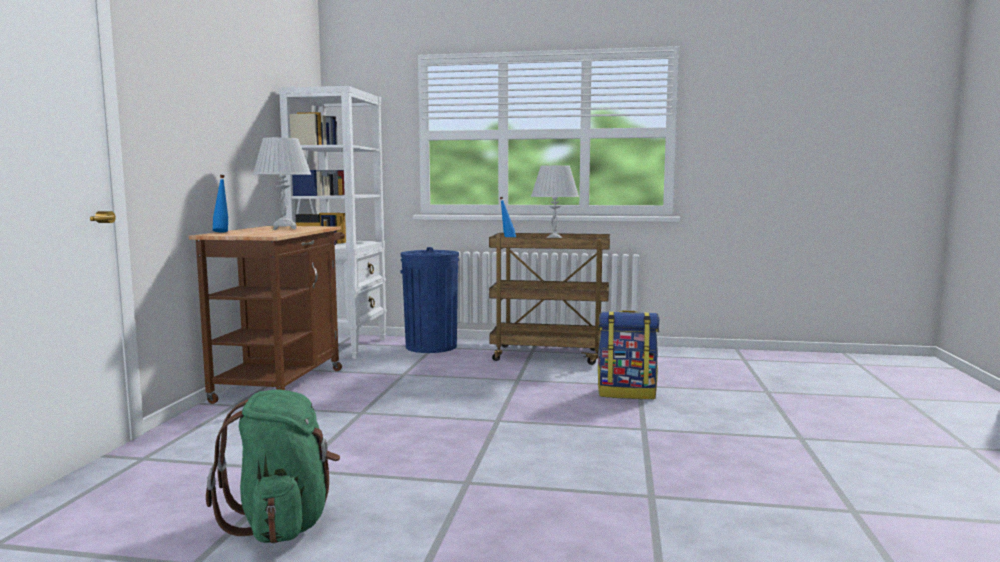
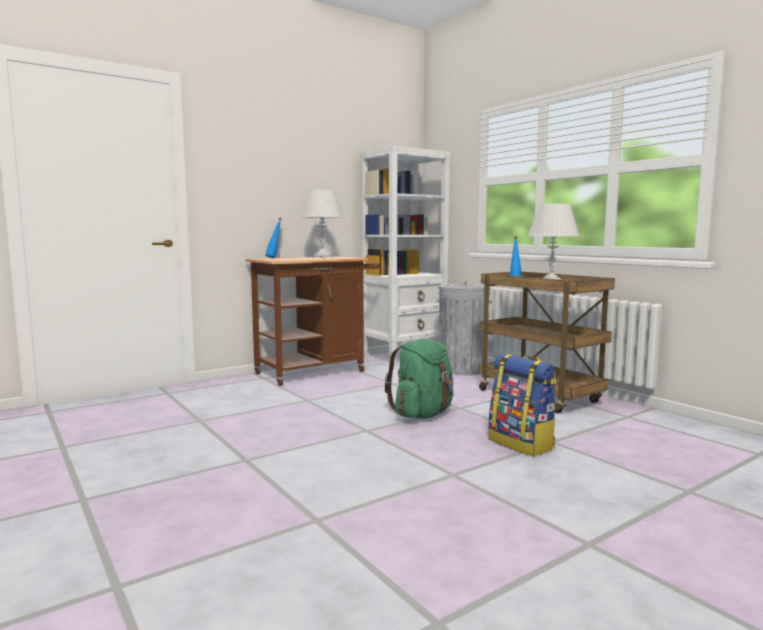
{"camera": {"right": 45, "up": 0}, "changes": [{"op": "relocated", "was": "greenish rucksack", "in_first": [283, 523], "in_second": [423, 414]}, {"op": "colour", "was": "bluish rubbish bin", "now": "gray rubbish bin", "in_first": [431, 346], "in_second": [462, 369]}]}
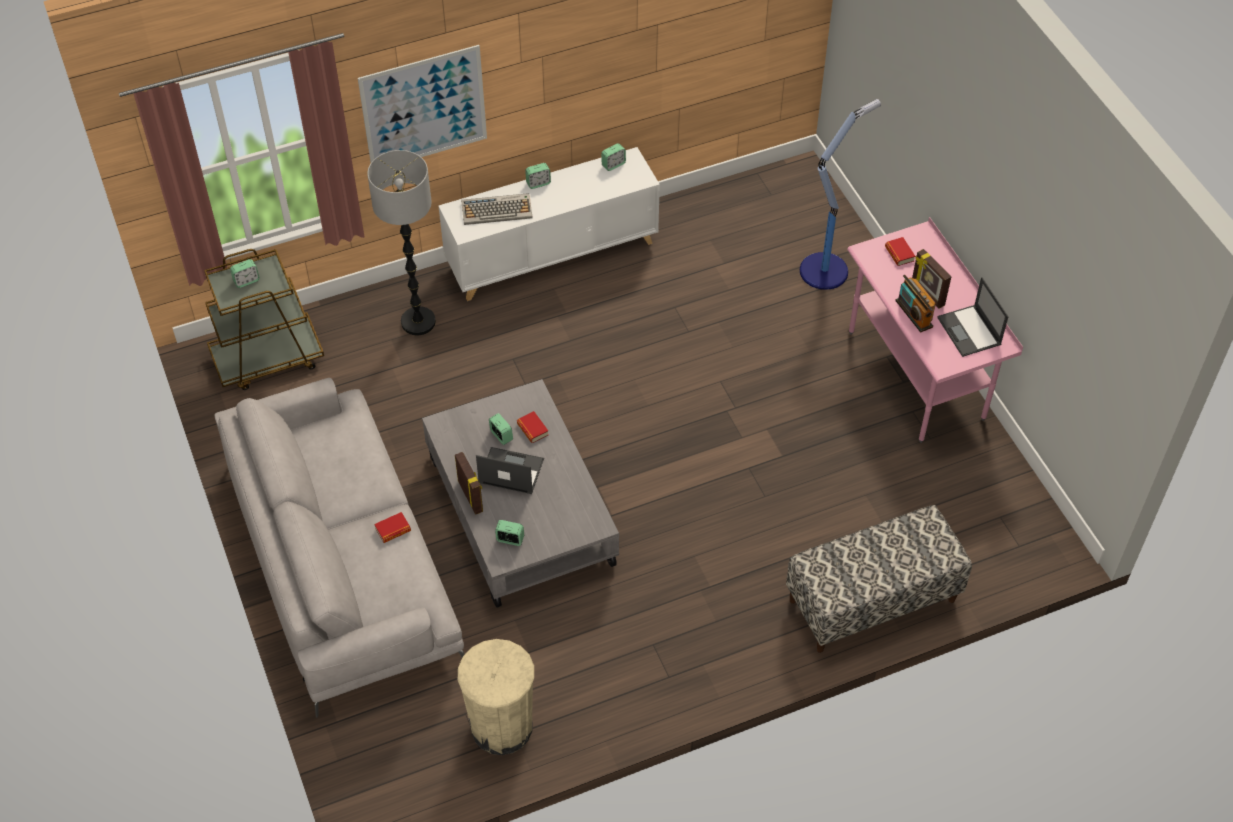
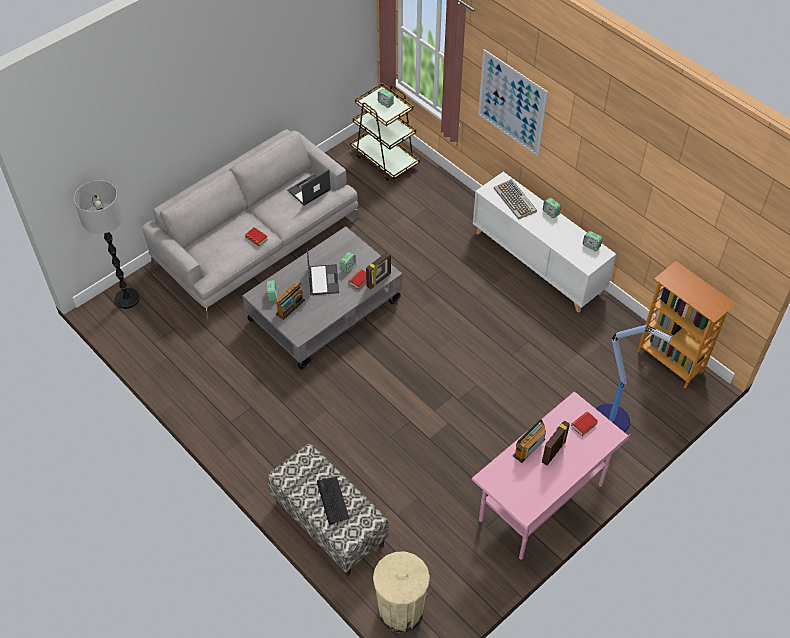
{"camera": {"right": 70, "up": 0}, "changes": [{"op": "relocated", "was": "standard lamp", "in_first": [418, 322], "in_second": [127, 299]}, {"op": "relocated", "was": "picture frame", "in_first": [471, 496], "in_second": [379, 280]}, {"op": "relocated", "was": "beige-coloured rubbish bin", "in_first": [502, 727], "in_second": [400, 611]}, {"op": "relocated", "was": "portable computer", "in_first": [969, 331], "in_second": [308, 190]}, {"op": "appeared", "now": "radio receiver", "in_second": [290, 307]}, {"op": "appeared", "now": "PC keyboard", "in_second": [332, 500]}, {"op": "appeared", "now": "shelving unit", "in_second": [671, 361]}]}
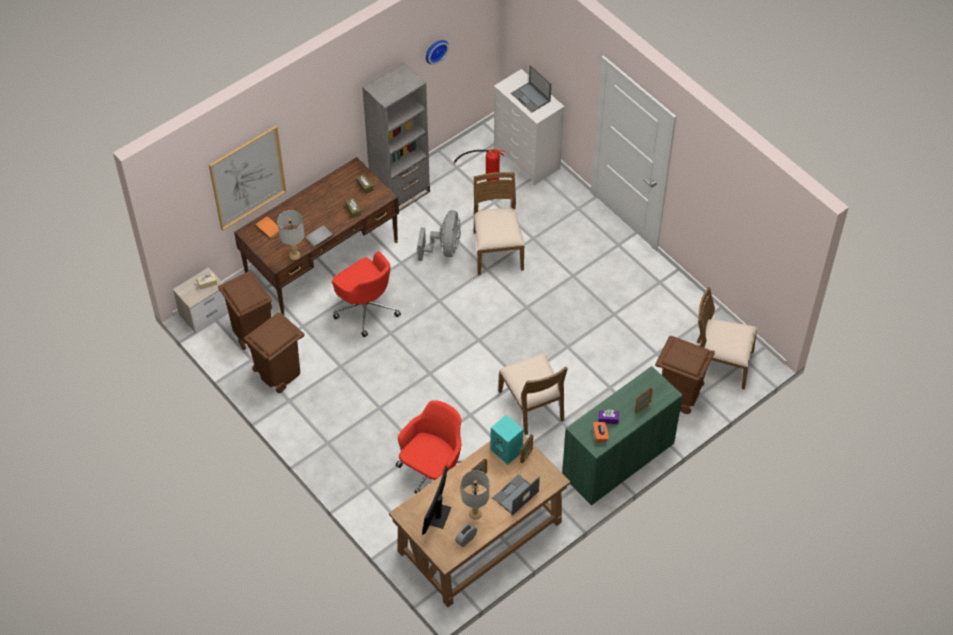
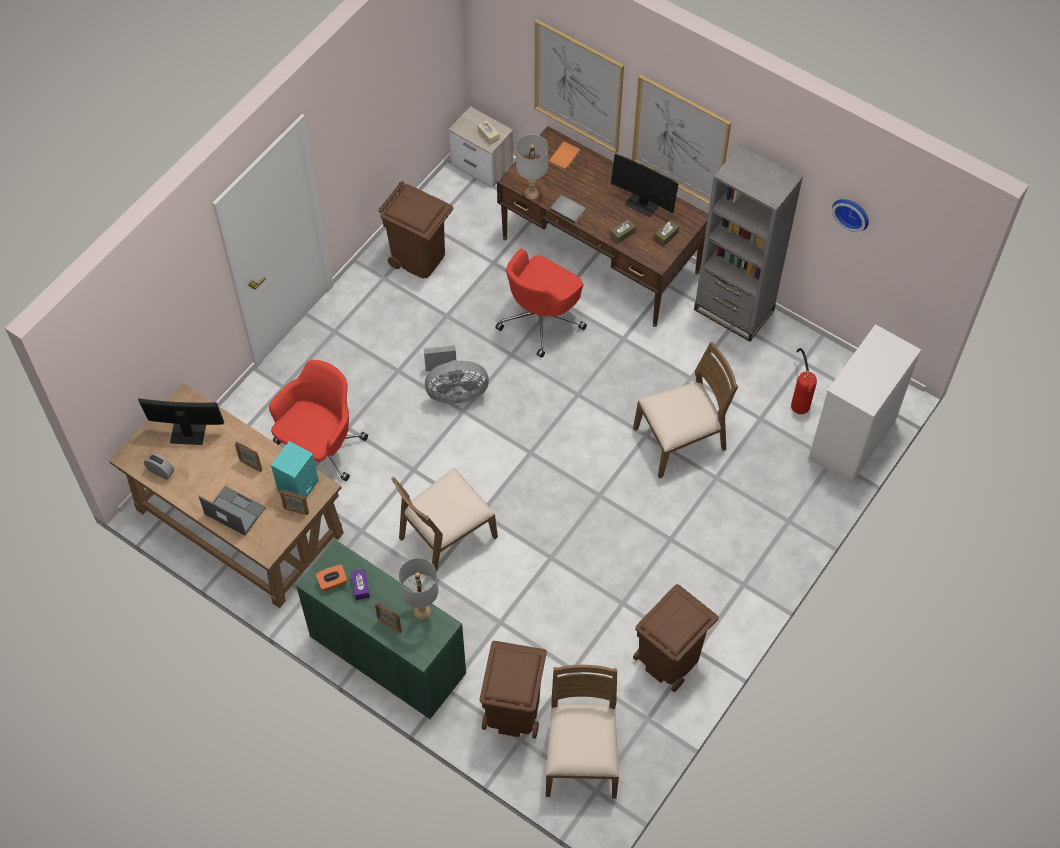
{"camera": {"right": 75, "up": 5}, "changes": [{"op": "relocated", "was": "brown-coloured rubbish bin", "in_first": [252, 331], "in_second": [668, 659]}, {"op": "spun", "was": "reddish office chair", "in_first": [433, 472], "in_second": [320, 449], "clockwise": -75}, {"op": "relocated", "was": "gray fan", "in_first": [444, 248], "in_second": [454, 392]}, {"op": "relocated", "was": "gray table lamp", "in_first": [475, 514], "in_second": [422, 611]}, {"op": "missing", "was": "portable computer", "in_first": [531, 97]}, {"op": "appeared", "now": "monitor", "in_second": [643, 203]}, {"op": "appeared", "now": "wall art", "in_second": [680, 141]}]}
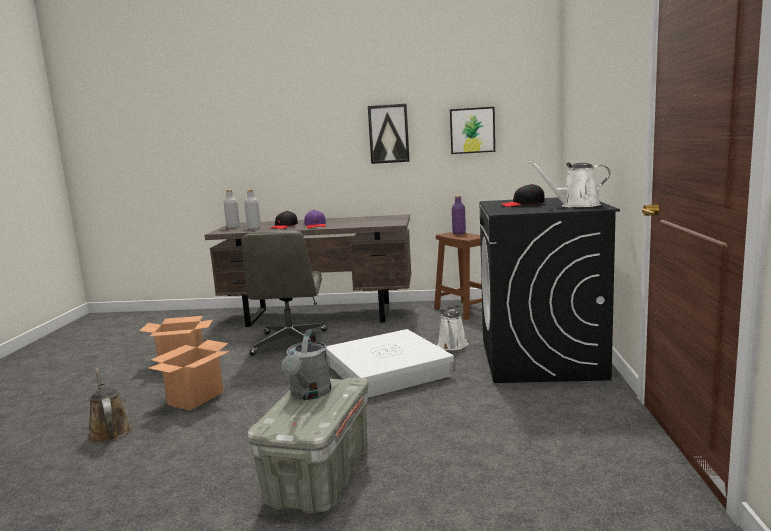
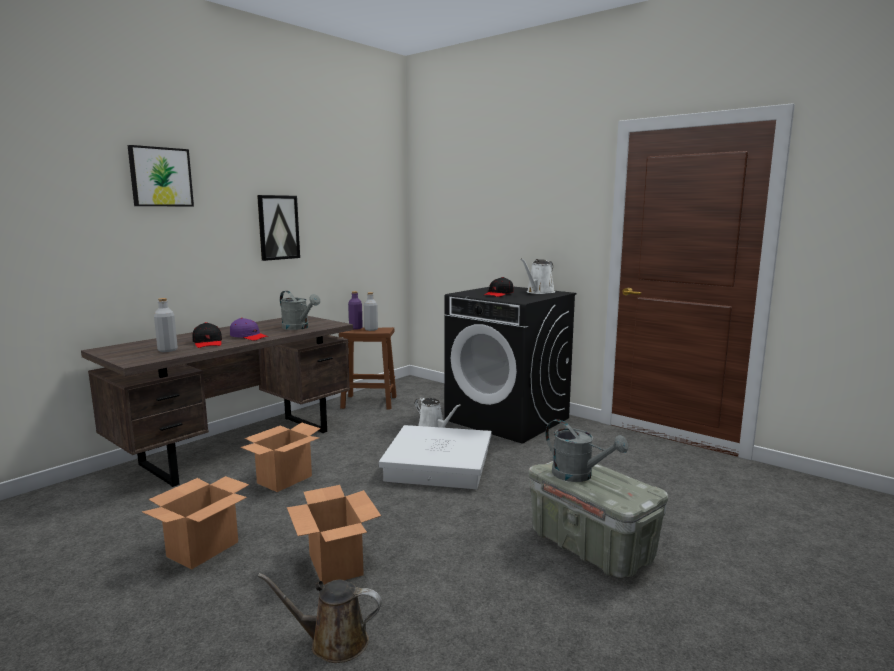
{"camera": {"right": -55, "up": 0}, "changes": [{"op": "relocated", "was": "gray drink bottle", "in_first": [233, 227], "in_second": [371, 329]}, {"op": "exchanged", "was": "gray office chair", "now": "cardboard box", "in_first": [290, 343], "in_second": [284, 480]}, {"op": "relocated", "was": "wall art", "in_first": [472, 130], "in_second": [160, 177]}, {"op": "appeared", "now": "gray watering pot", "in_second": [299, 328]}]}
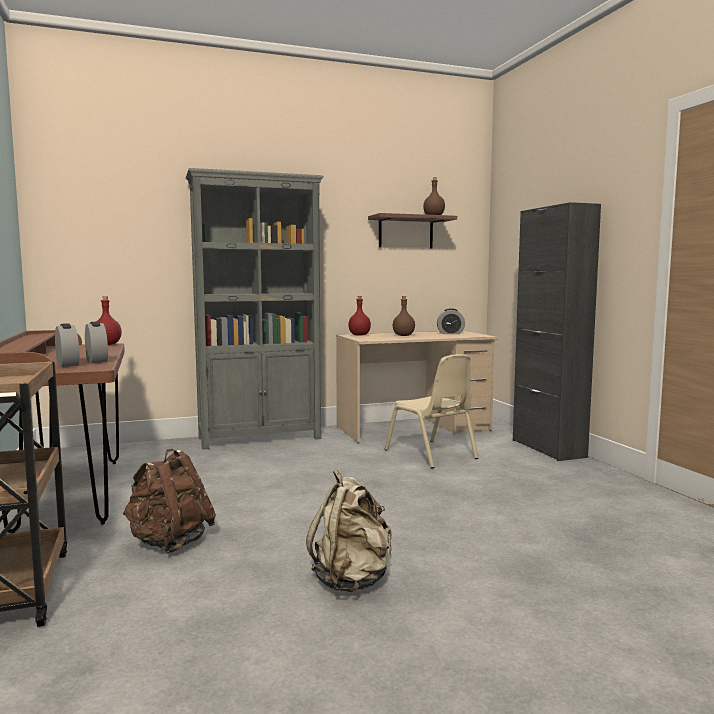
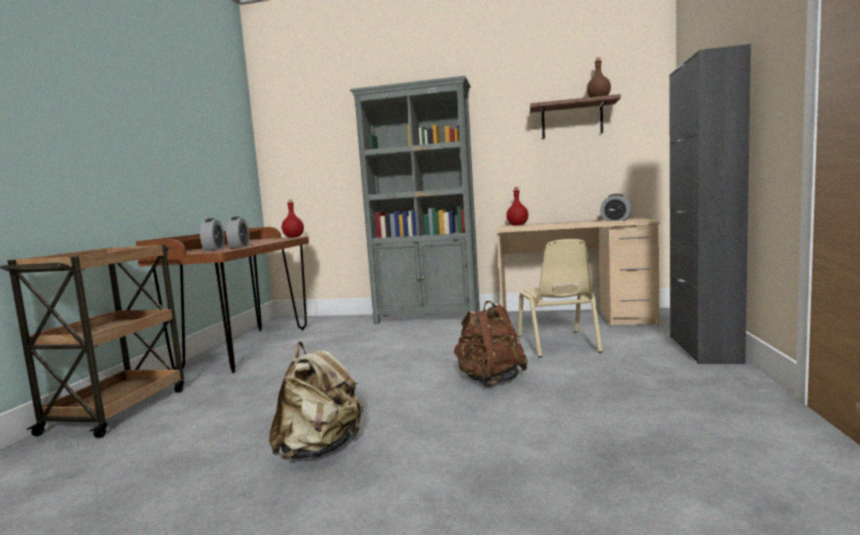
{"camera": {"right": 30, "up": 0}, "changes": [{"op": "relocated", "was": "brown-coloured rucksack", "in_first": [169, 543], "in_second": [489, 380]}, {"op": "missing", "was": "brown-coloured drink bottle", "in_first": [403, 335]}]}
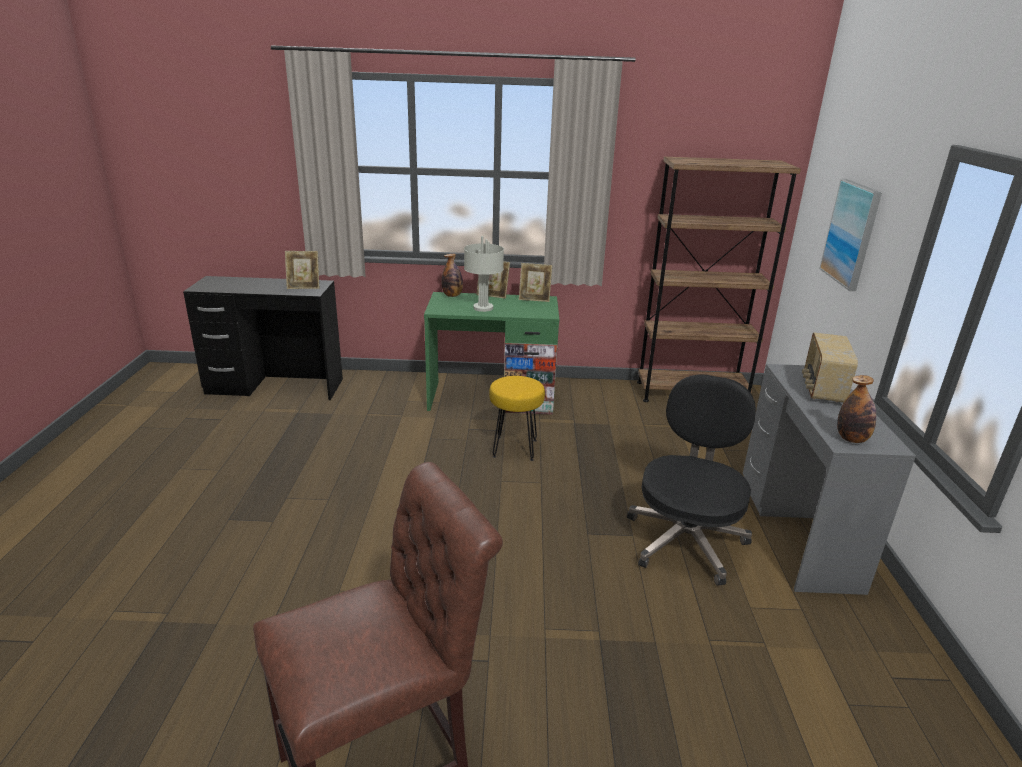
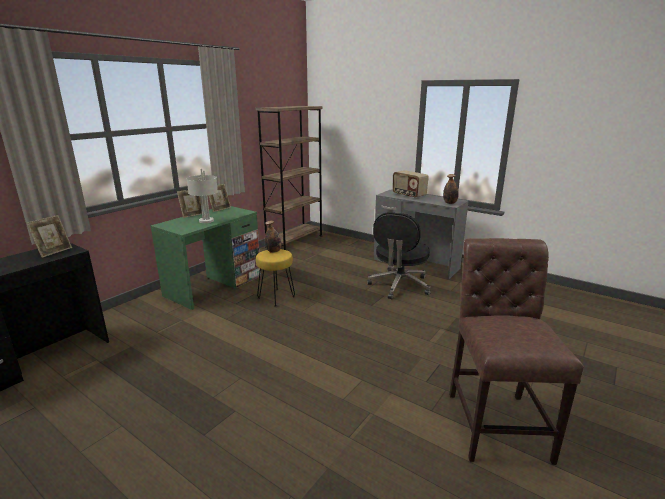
{"camera": {"right": -55, "up": -5}, "changes": [{"op": "relocated", "was": "drink bottle", "in_first": [452, 295], "in_second": [273, 251]}, {"op": "spun", "was": "blackish office chair", "in_first": [686, 540], "in_second": [399, 286], "clockwise": -120}, {"op": "missing", "was": "wall art", "in_first": [851, 234]}]}
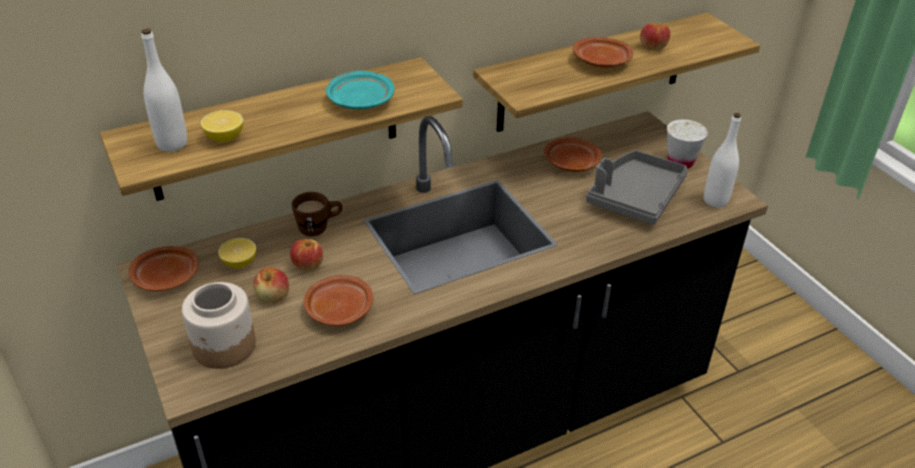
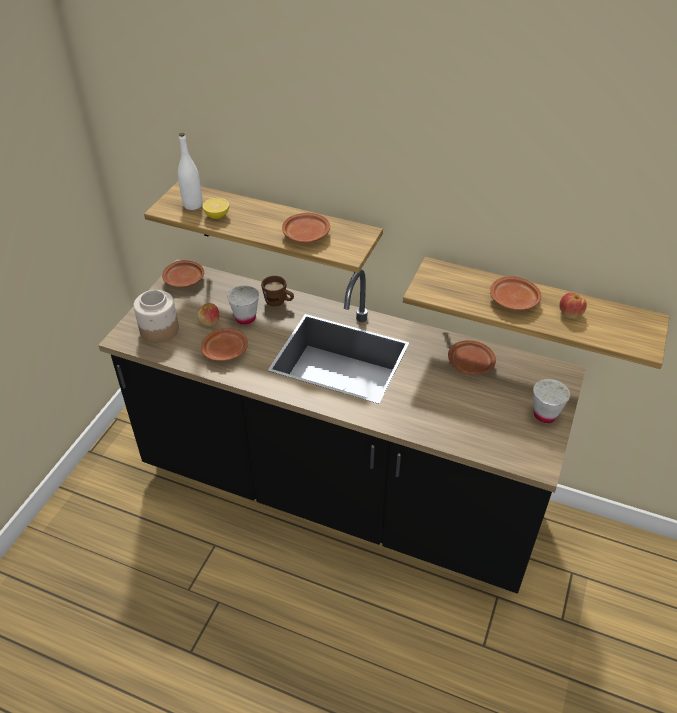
{"camera": {"right": 50, "up": 5}, "changes": [{"op": "missing", "was": "lemon", "in_first": [239, 263]}, {"op": "exchanged", "was": "apple", "now": "white drinking cup", "in_first": [308, 265], "in_second": [245, 318]}, {"op": "colour", "was": "turquoise-coloured dinner plate", "now": "brown-coloured dinner plate", "in_first": [360, 100], "in_second": [306, 235]}, {"op": "missing", "was": "gray carrying tray", "in_first": [635, 197]}, {"op": "missing", "was": "white drink bottle", "in_first": [715, 200]}]}
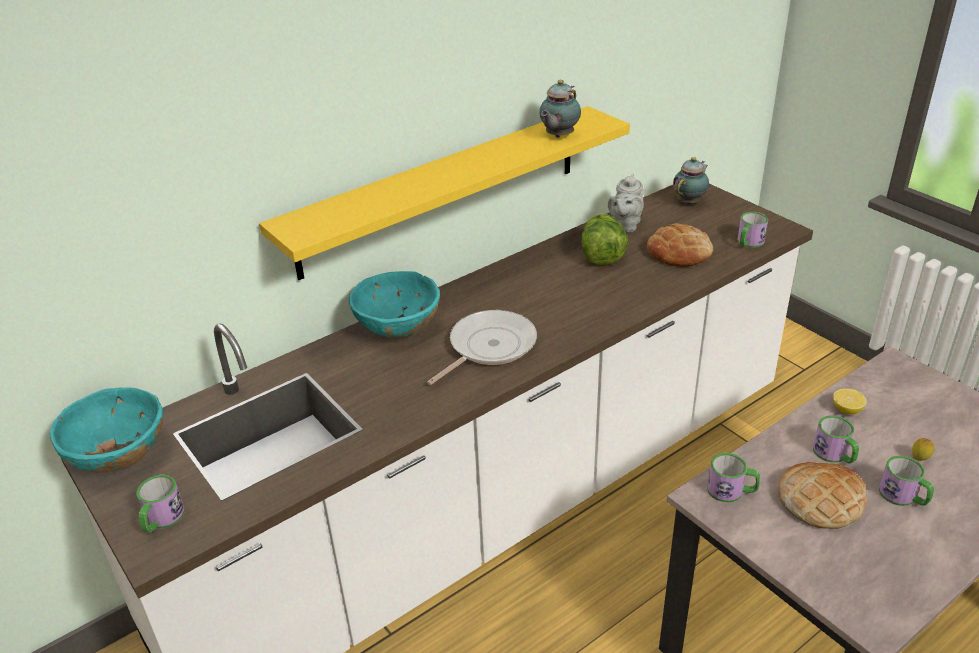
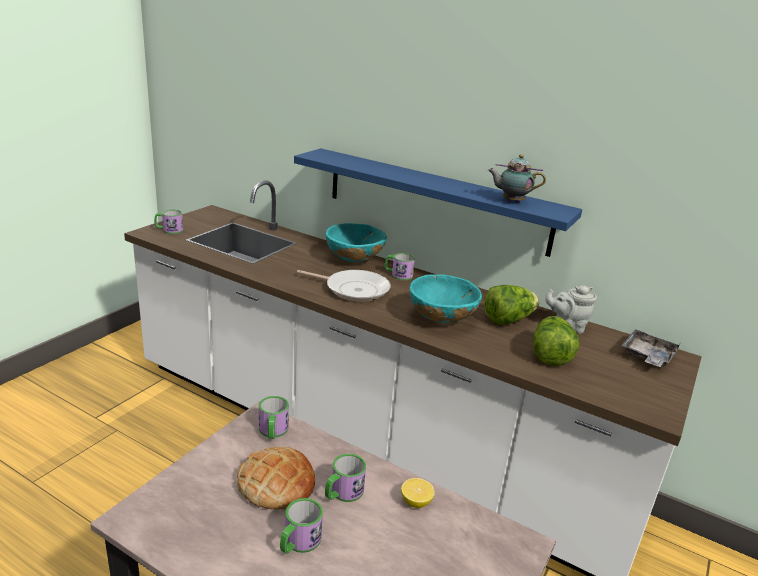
{"camera": {"right": 65, "up": -10}, "changes": [{"op": "relocated", "was": "turquoise-coloured bowl", "in_first": [120, 458], "in_second": [441, 320]}, {"op": "colour", "was": "yellow-coloured shelf", "now": "bluish shelf", "in_first": [442, 190], "in_second": [435, 200]}, {"op": "exchanged", "was": "bakery bread", "now": "lettuce head", "in_first": [679, 252], "in_second": [549, 355]}, {"op": "exchanged", "was": "tea pot", "now": "gray carrying tray", "in_first": [690, 202], "in_second": [647, 357]}, {"op": "relocated", "was": "mug", "in_first": [748, 243], "in_second": [398, 275]}, {"op": "missing", "was": "lemon", "in_first": [919, 459]}]}
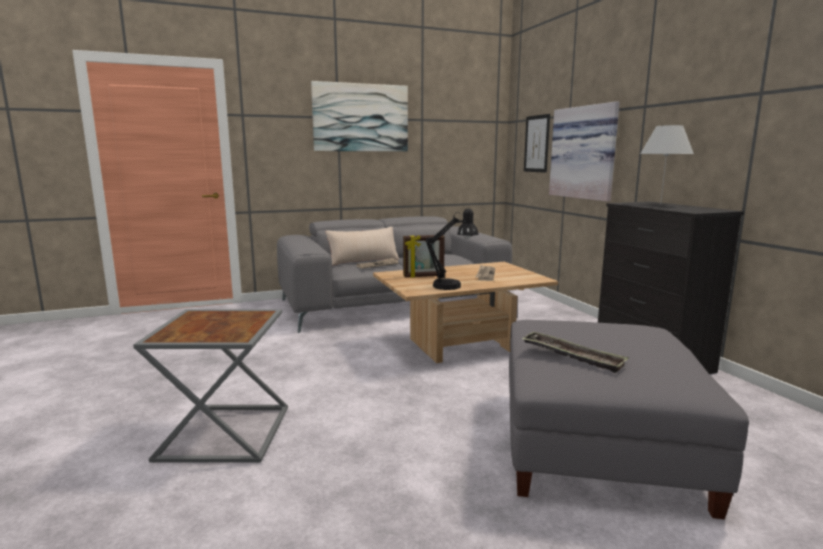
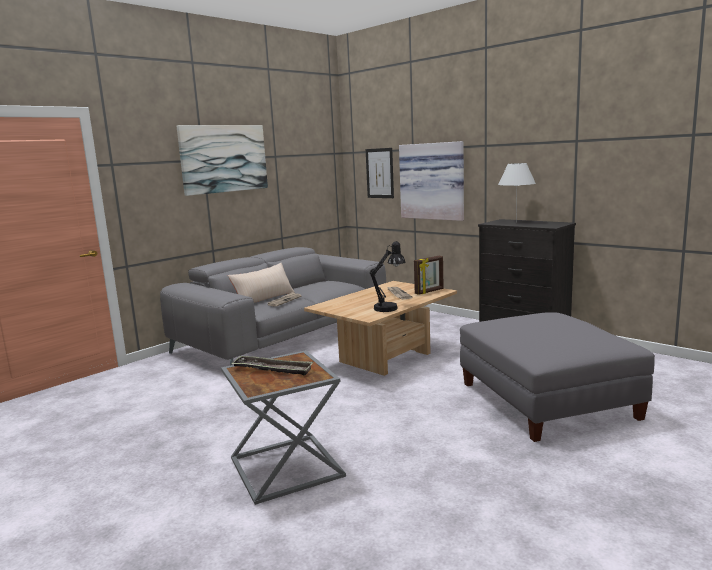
{"camera": {"right": -25, "up": 0}, "changes": [{"op": "relocated", "was": "picture frame", "in_first": [423, 276], "in_second": [429, 291]}, {"op": "relocated", "was": "carrying tray", "in_first": [571, 356], "in_second": [272, 369]}]}
